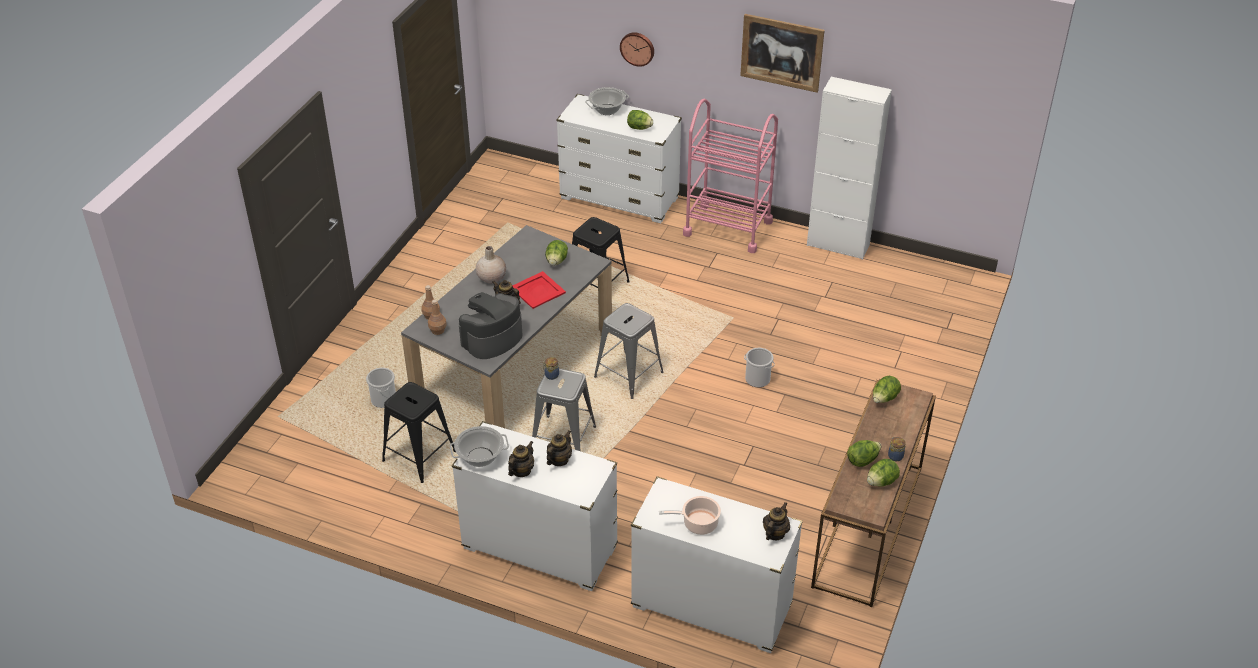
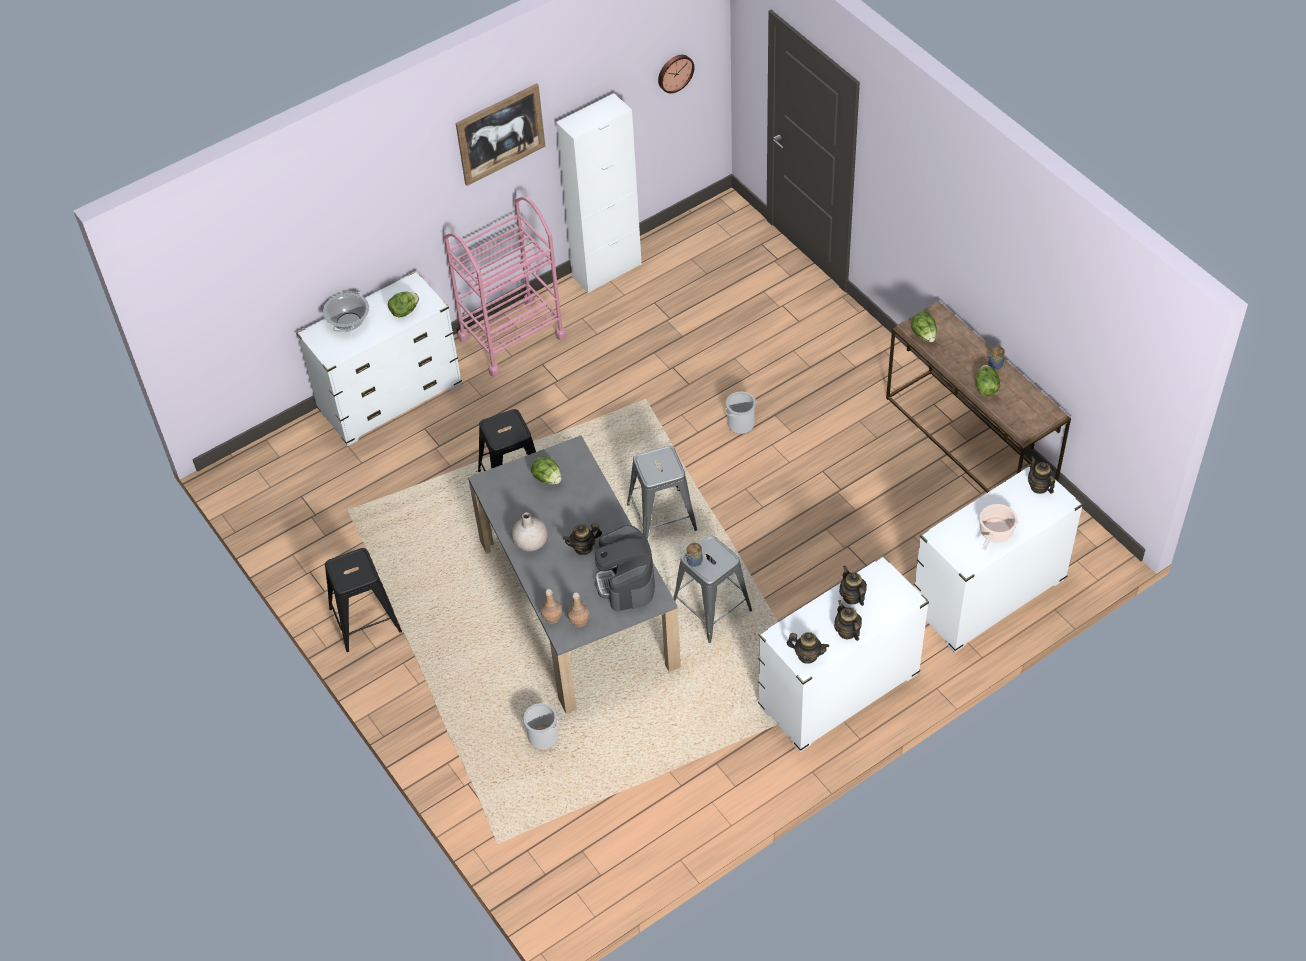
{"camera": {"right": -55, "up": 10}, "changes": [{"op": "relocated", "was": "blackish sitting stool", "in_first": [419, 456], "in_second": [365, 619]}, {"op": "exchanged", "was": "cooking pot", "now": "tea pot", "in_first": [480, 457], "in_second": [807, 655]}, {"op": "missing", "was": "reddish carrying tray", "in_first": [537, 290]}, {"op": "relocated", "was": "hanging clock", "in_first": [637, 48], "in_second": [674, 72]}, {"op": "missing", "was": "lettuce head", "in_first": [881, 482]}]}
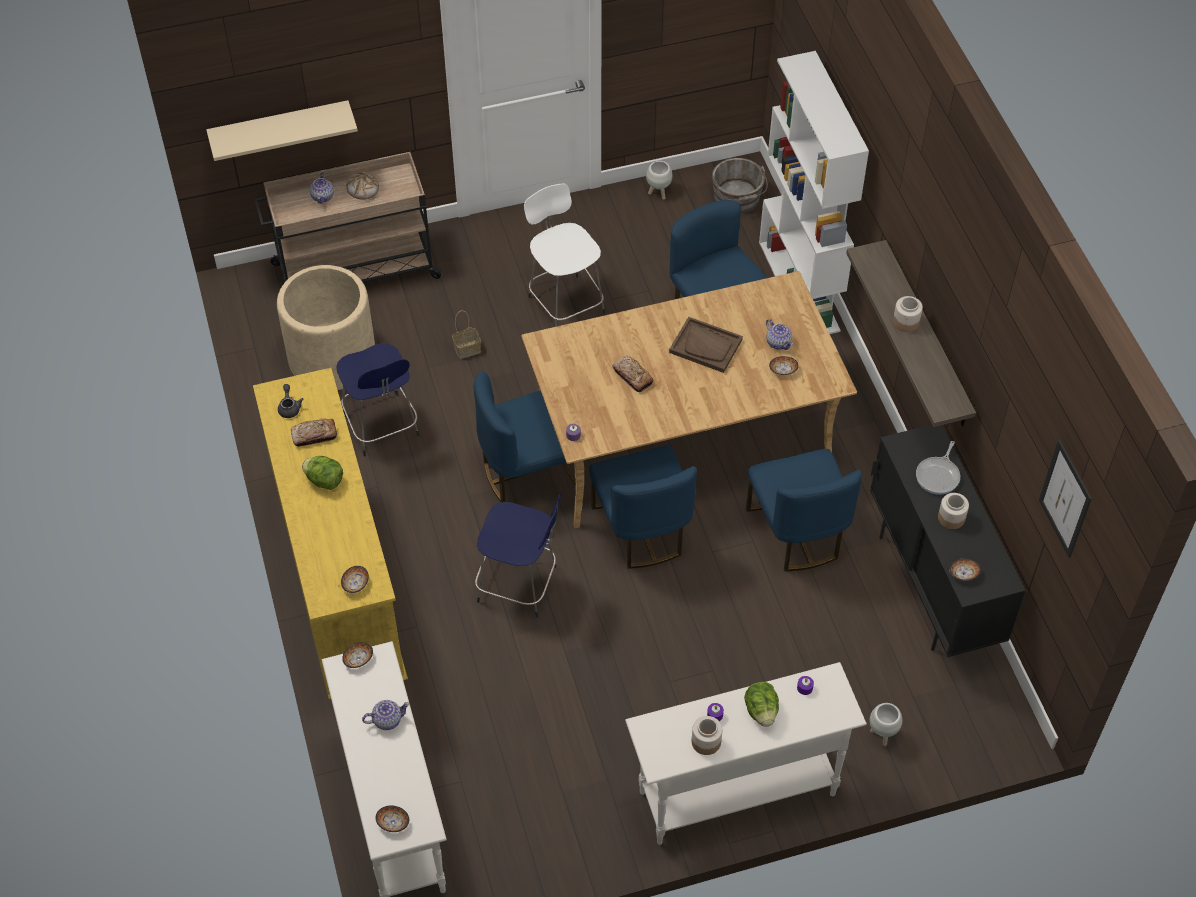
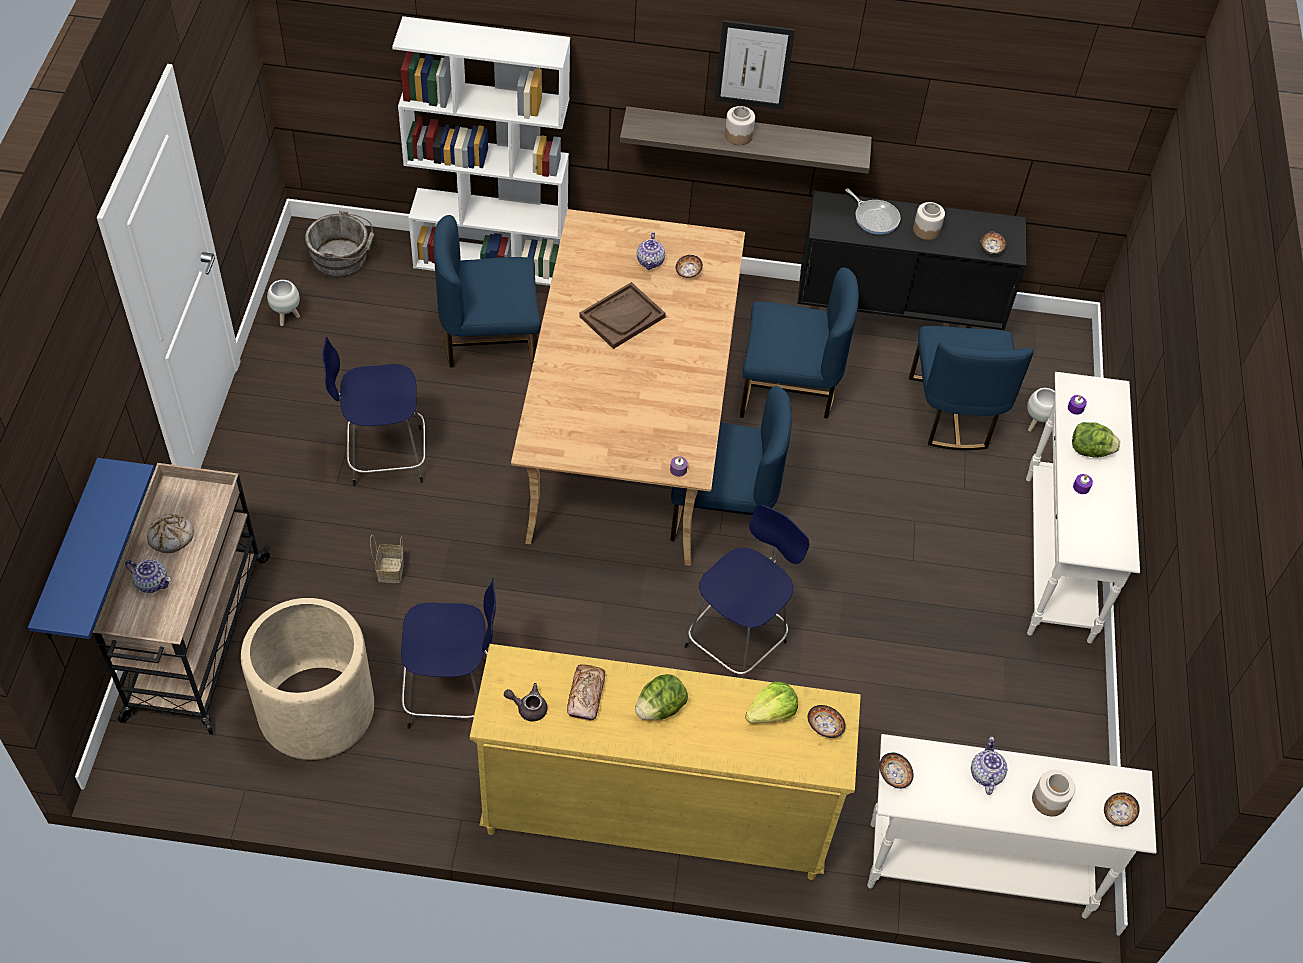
{"camera": {"right": -70, "up": 0}, "changes": [{"op": "colour", "was": "beige-coloured shelf", "now": "bluish shelf", "in_first": [280, 128], "in_second": [70, 554]}, {"op": "relocated", "was": "bluish chair", "in_first": [529, 471], "in_second": [954, 413]}, {"op": "colour", "was": "white sitting stool", "now": "bluish sitting stool", "in_first": [565, 303], "in_second": [384, 456]}, {"op": "missing", "was": "bakery bread", "in_first": [632, 376]}, {"op": "relocated", "was": "jar", "in_first": [705, 742], "in_second": [1049, 800]}, {"op": "spun", "was": "tea pot", "in_first": [778, 342], "in_second": [650, 261], "clockwise": 105}, {"op": "relocated", "was": "wall art", "in_first": [1065, 499], "in_second": [753, 65]}, {"op": "appeared", "now": "lettuce head", "in_second": [771, 712]}]}
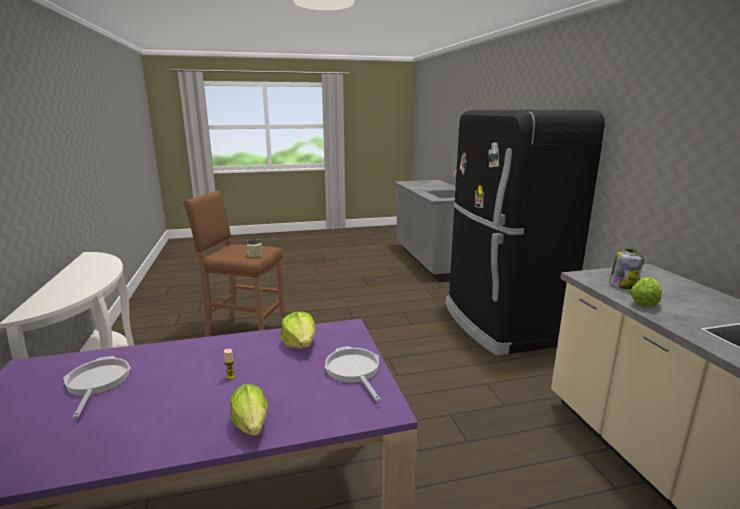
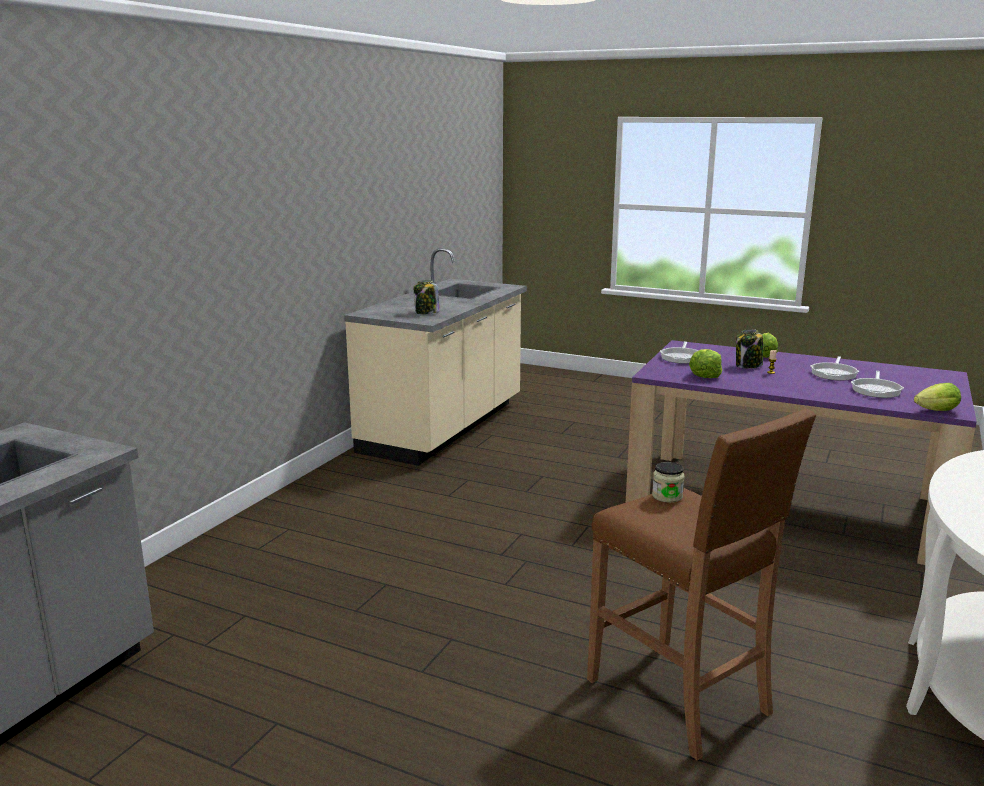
{"camera": {"right": -140, "up": 0}, "changes": [{"op": "missing", "was": "blackish fridge", "in_first": [500, 324]}, {"op": "relocated", "was": "lettuce head", "in_first": [644, 302], "in_second": [934, 411]}, {"op": "appeared", "now": "jar", "in_second": [748, 366]}, {"op": "appeared", "now": "frying pan", "in_second": [834, 373]}]}
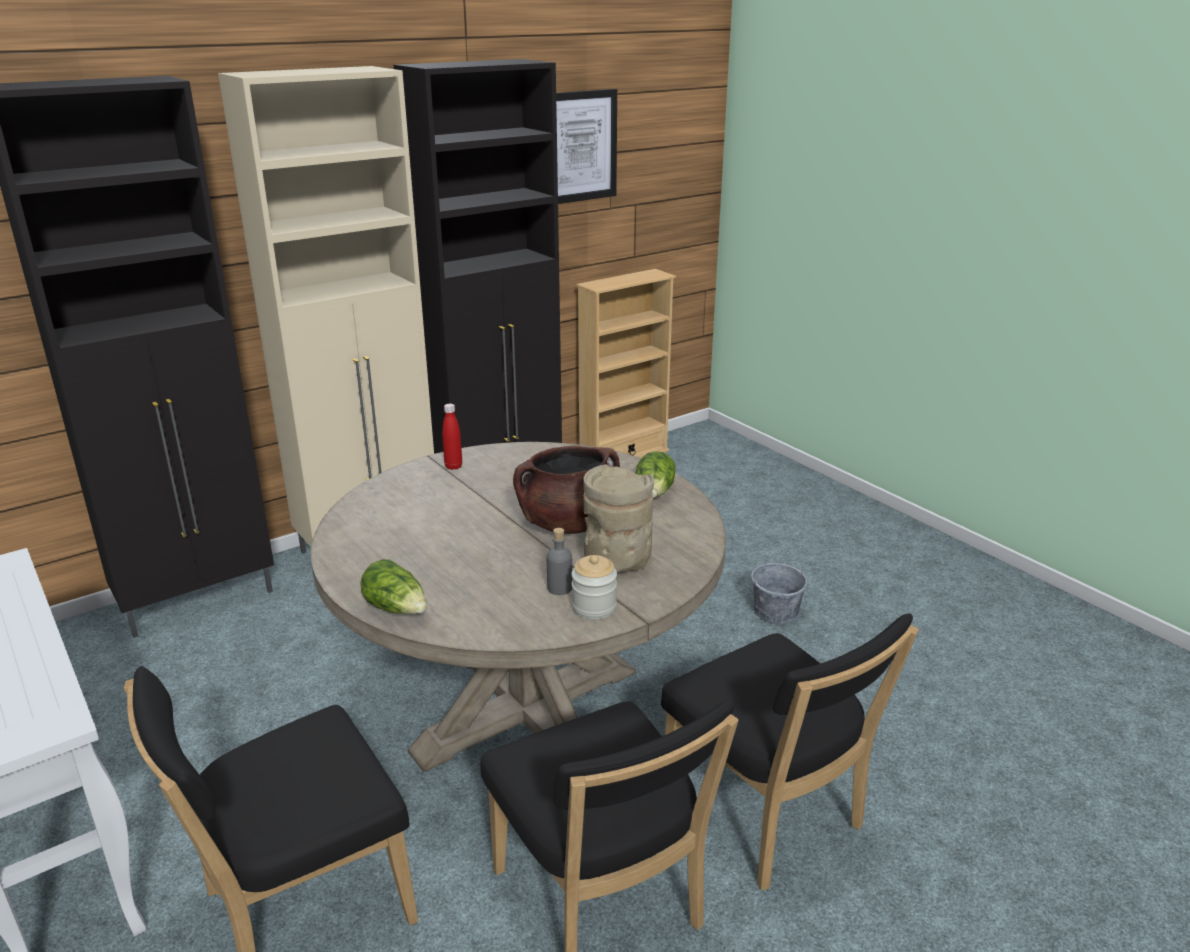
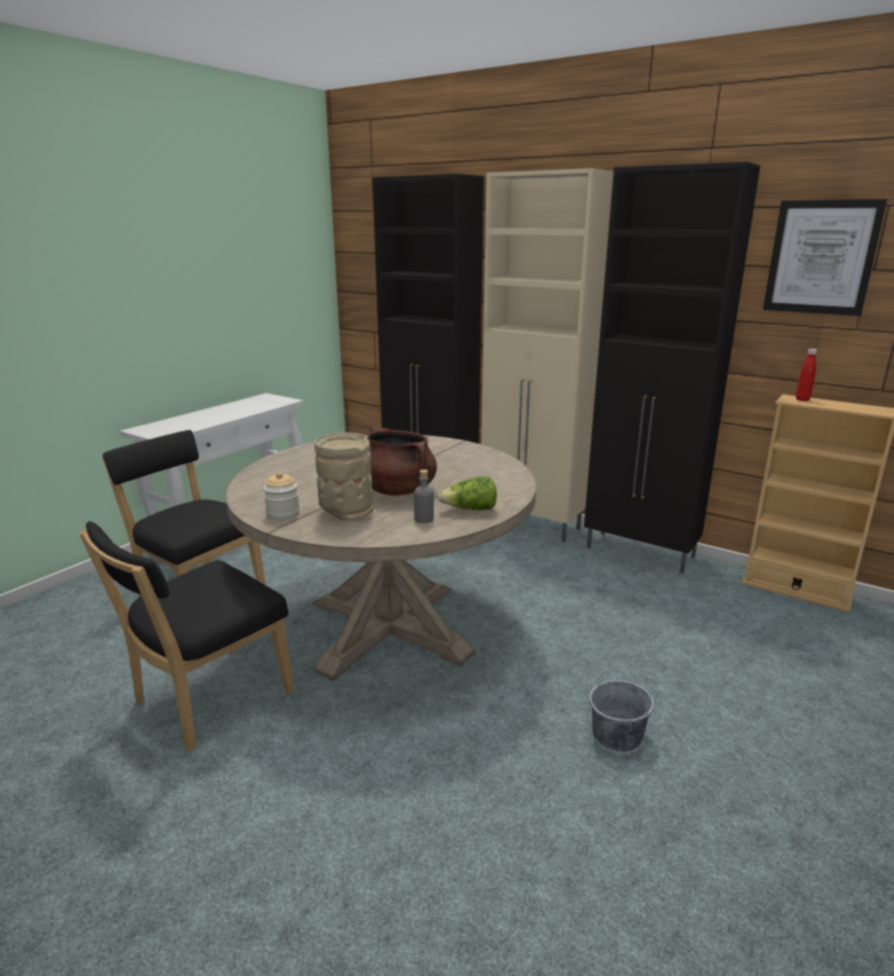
{"camera": {"right": 70, "up": -5}, "changes": [{"op": "missing", "was": "lettuce head", "in_first": [397, 609]}, {"op": "relocated", "was": "reddish drink bottle", "in_first": [453, 466], "in_second": [802, 399]}, {"op": "relocated", "was": "gray drink bottle", "in_first": [559, 588], "in_second": [424, 519]}, {"op": "missing", "was": "blackish chair", "in_first": [767, 818]}]}
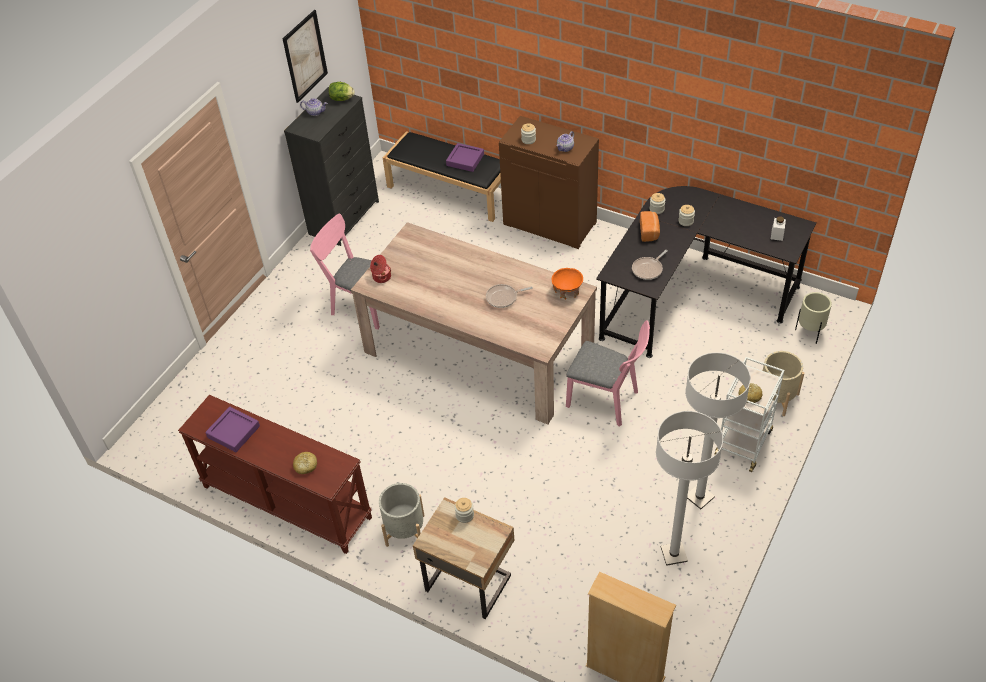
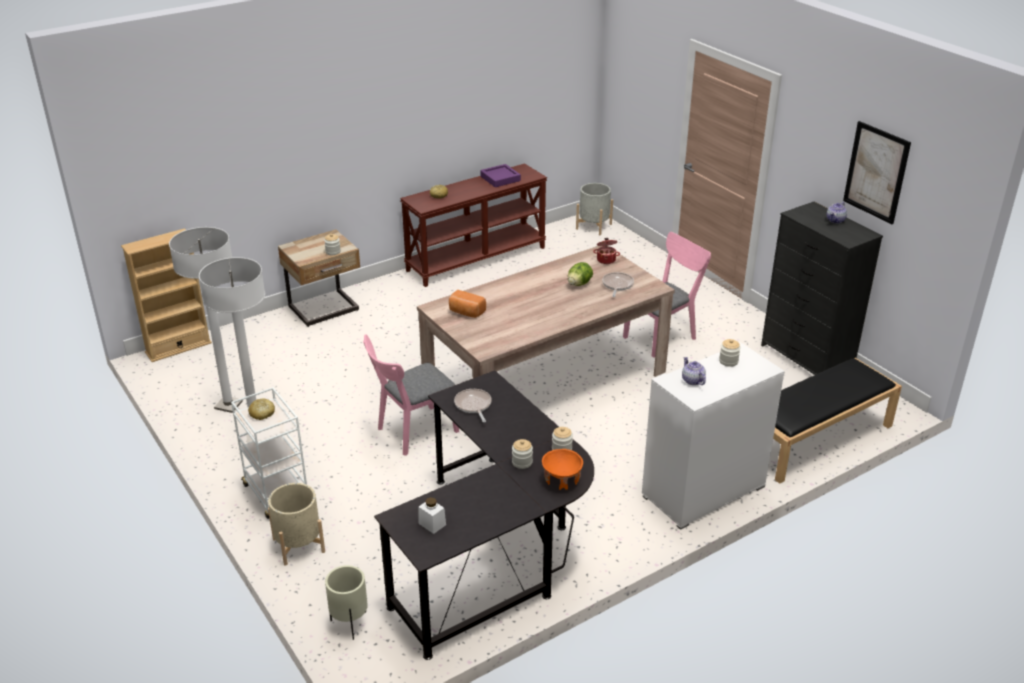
{"camera": {"right": 115, "up": -15}, "changes": [{"op": "relocated", "was": "lettuce head", "in_first": [342, 99], "in_second": [579, 284]}, {"op": "relocated", "was": "gray plant pot", "in_first": [405, 530], "in_second": [593, 226]}, {"op": "missing", "was": "purplish carrying tray", "in_first": [465, 160]}, {"op": "relocated", "was": "frying pan", "in_first": [503, 298], "in_second": [617, 285]}, {"op": "colour", "was": "brown-coloured cabinet", "now": "white cabinet", "in_first": [550, 223], "in_second": [703, 492]}, {"op": "relocated", "was": "orange bowl", "in_first": [567, 291], "in_second": [561, 480]}, {"op": "relocated", "was": "bakery bread", "in_first": [649, 232], "in_second": [466, 312]}]}
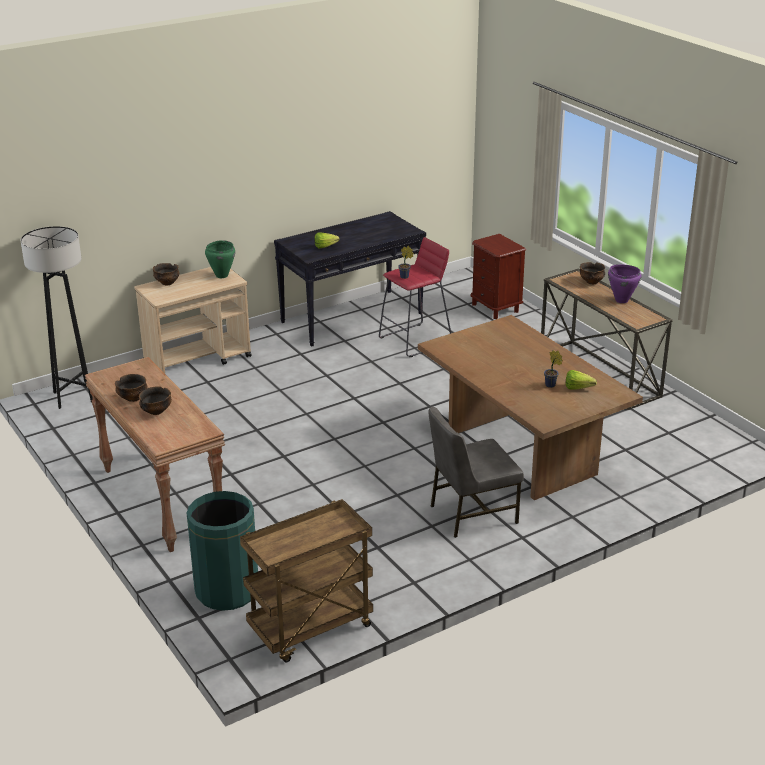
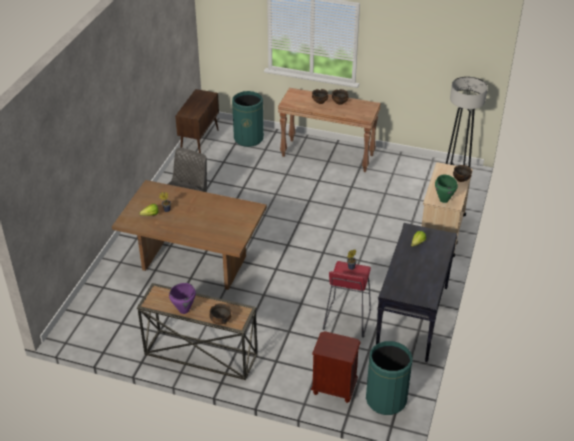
{"camera": {"right": 140, "up": 10}, "changes": [{"op": "exchanged", "was": "brown-coloured cart", "now": "brown-coloured cabinet", "in_first": [310, 630], "in_second": [200, 141]}, {"op": "appeared", "now": "greenish rubbish bin", "in_second": [386, 399]}]}
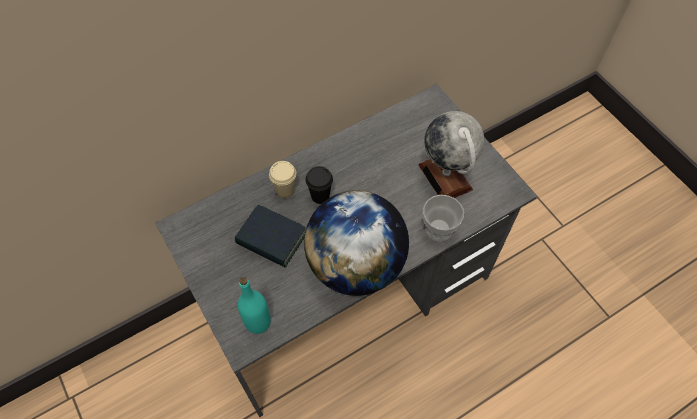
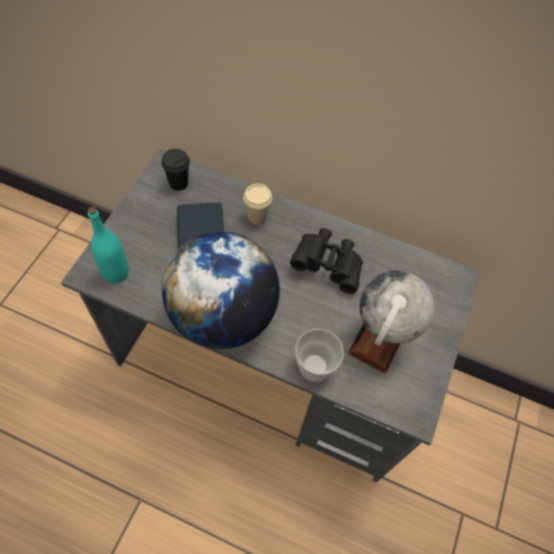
{"camera": {"right": 50, "up": 0}, "changes": [{"op": "relocated", "was": "blackish drinking cup", "in_first": [320, 196], "in_second": [178, 183]}, {"op": "appeared", "now": "blackish field glasses", "in_second": [328, 266]}]}
